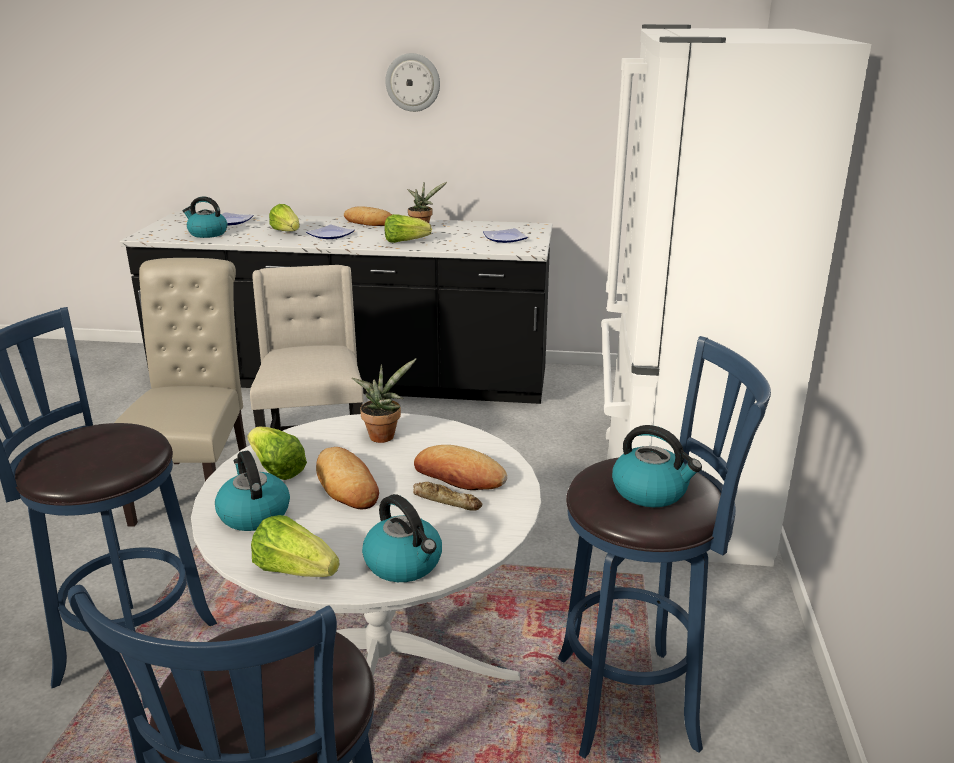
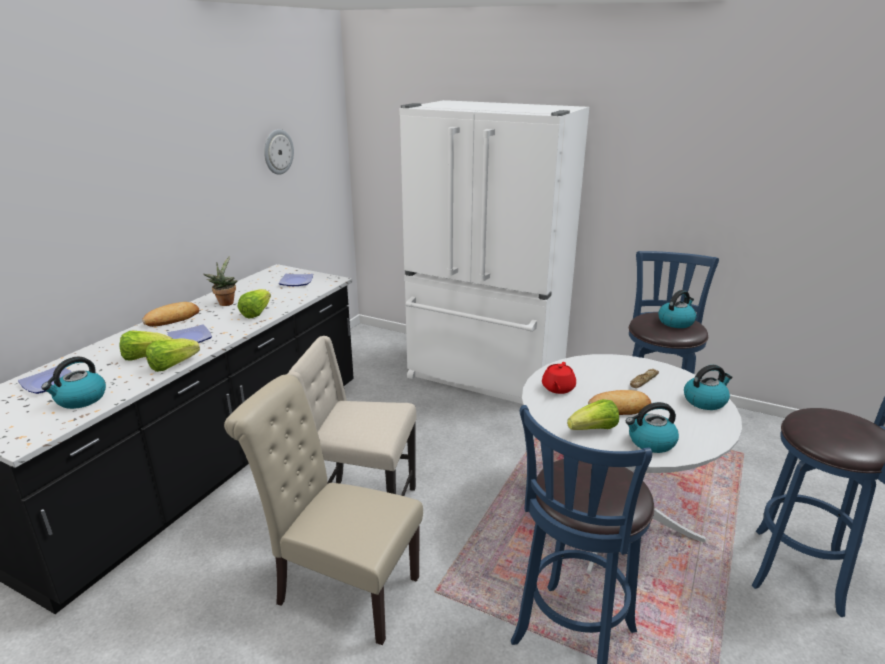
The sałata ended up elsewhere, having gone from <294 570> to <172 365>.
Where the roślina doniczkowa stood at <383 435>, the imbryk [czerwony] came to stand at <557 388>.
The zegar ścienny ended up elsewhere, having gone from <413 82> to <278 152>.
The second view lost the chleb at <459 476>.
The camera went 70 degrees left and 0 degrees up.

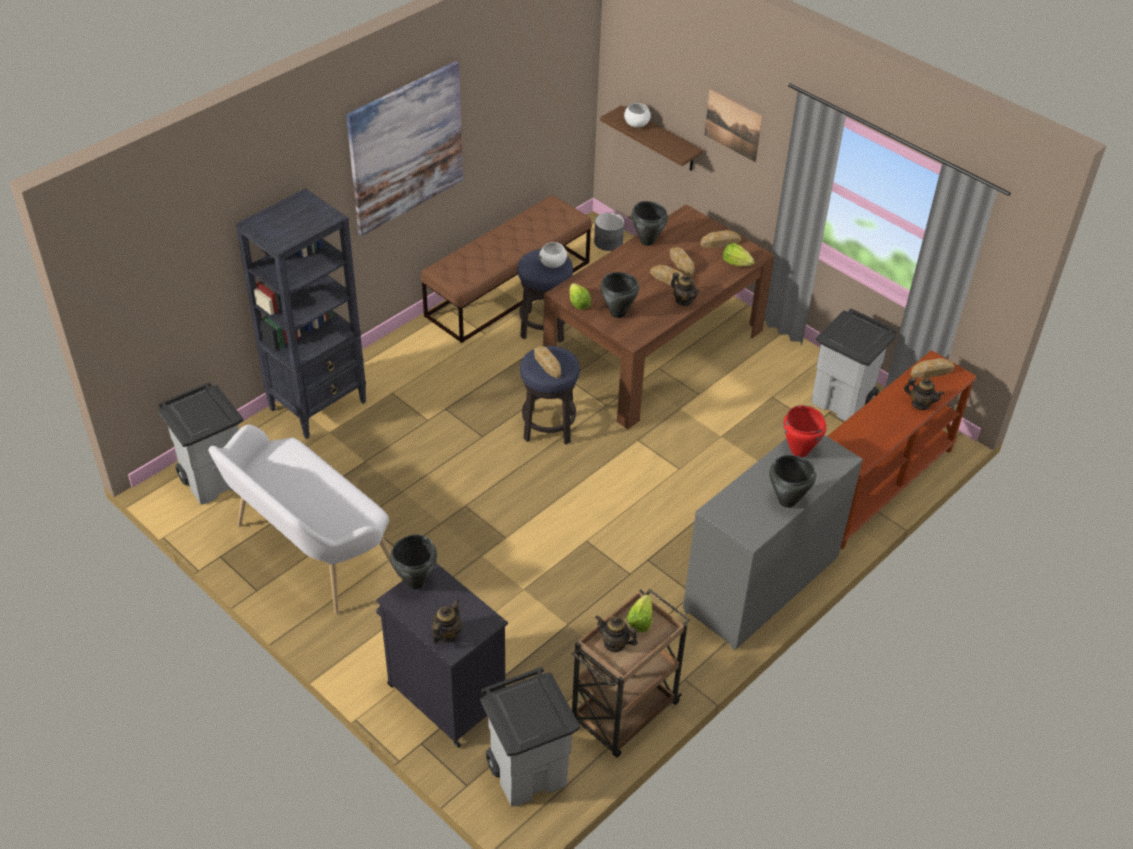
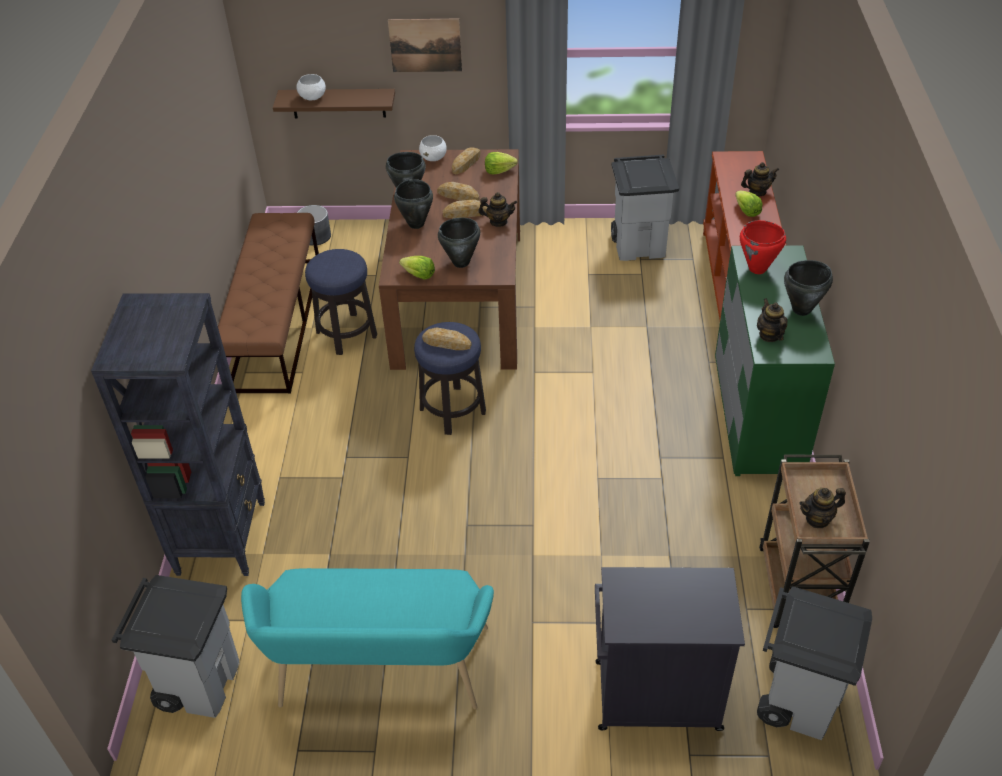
What was the ławka [biały] at <308 552> turned into the ławka [turkusowy] at <380 675>.
The second view lost the obraz at <406 148>.
The garnek [czarny] ended up elsewhere, having gone from <415 582> to <416 224>.
The imbryk ended up elsewhere, having gone from <446 634> to <769 335>.
The miska [biały] ended up elsewhere, having gone from <553 264> to <434 158>.
The sałata ended up elsewhere, having gone from <640 621> to <746 211>.
What was the komoda [szary] at <761 584> turned into the komoda [zielony] at <757 414>.
The second view lost the chleb at <932 371>.
The camera went 40 degrees left and 0 degrees up.

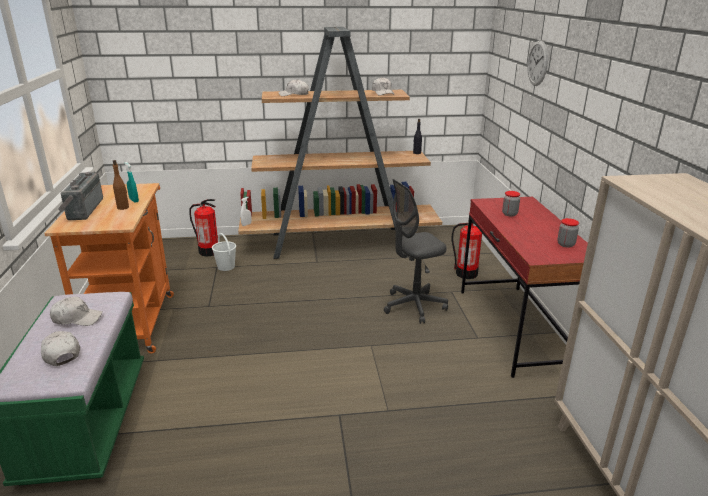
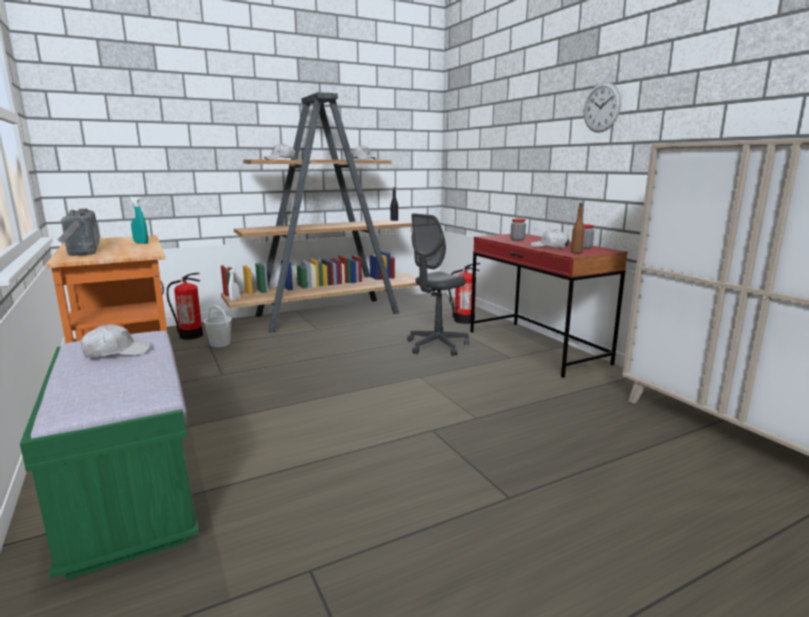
The czapka z daszkiem [biały] ended up elsewhere, having gone from <60 353> to <550 247>.
The butelka [brązowy] ended up elsewhere, having gone from <123 207> to <576 252>.
The zegar ścienny ended up elsewhere, having gone from <537 63> to <601 107>.
The camera went 20 degrees left and 10 degrees down.

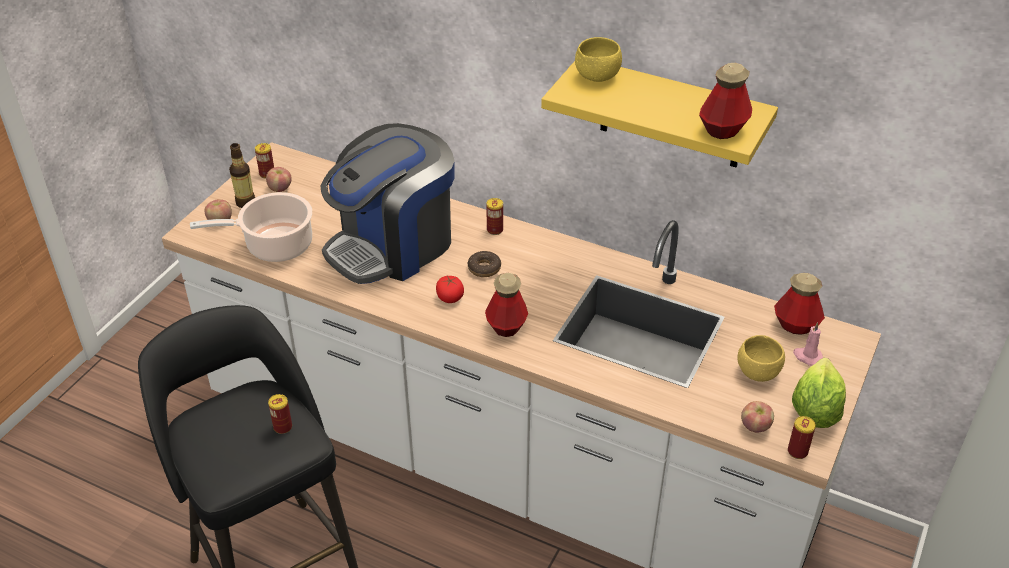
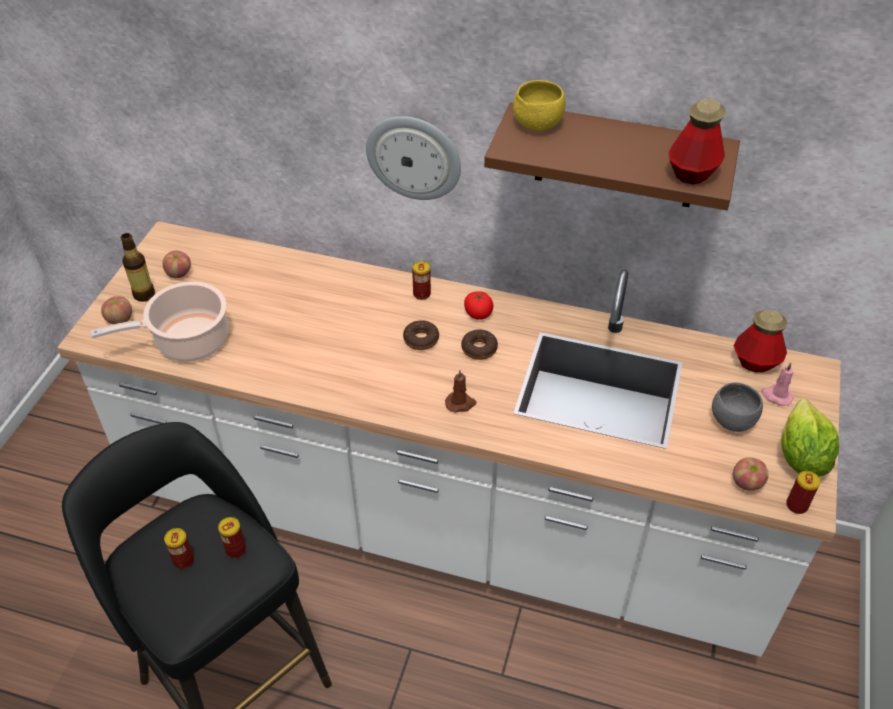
The puszka ended up elsewhere, having gone from <267 174> to <183 560>.
The second view lost the ekspres do kawy at <393 245>.
The pomidor ended up elsewhere, having gone from <450 297> to <478 313>.
Where the butelka stood at <506 326>, the świeca [brązowy] came to stand at <460 403>.
What was the półka [żółty] at <671 114> turned into the półka [brązowy] at <616 157>.
What was the miska [żółty] at <757 372> turned into the miska [szary] at <732 420>.
The second view gained the zegar ścienny at <414 157>.
The second view gained the donut at <479 348>.
The camera went 10 degrees left and 5 degrees up.

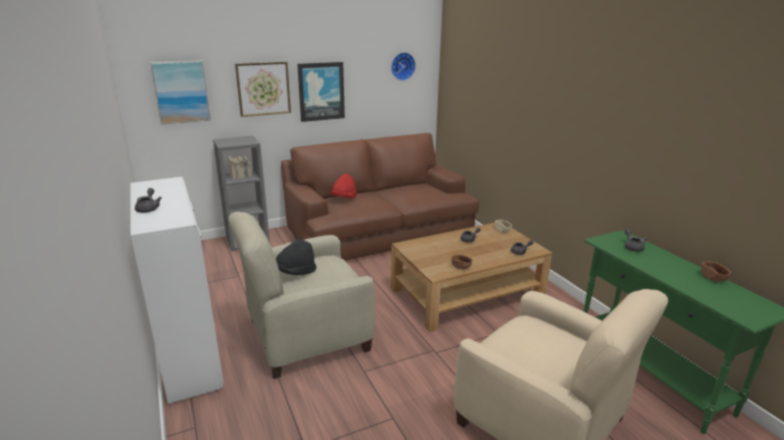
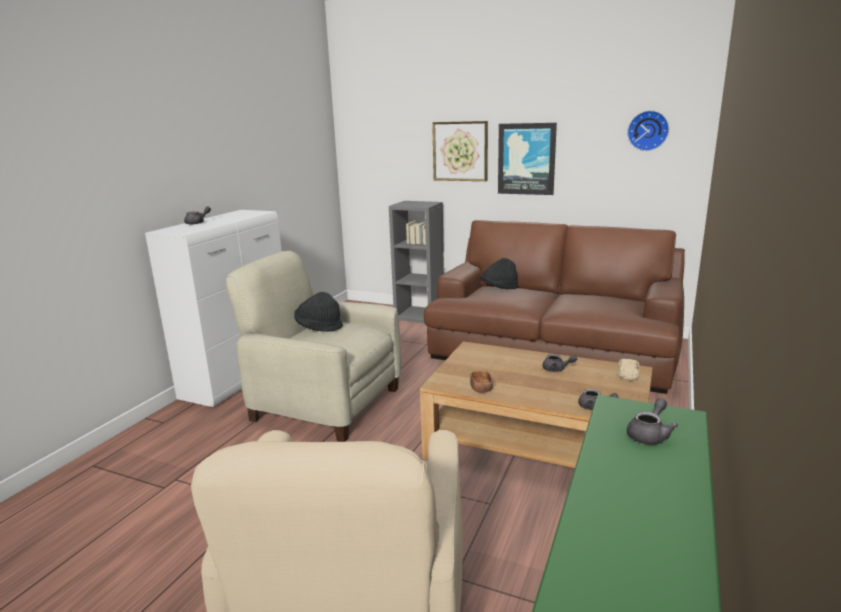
The second view lost the obraz at <181 92>.
What was the kapelusz [czerwony] at <344 198> turned into the kapelusz [czarny] at <499 288>.
The second view lost the miska [brązowy] at <713 278>.
The camera went 50 degrees right and 5 degrees down.

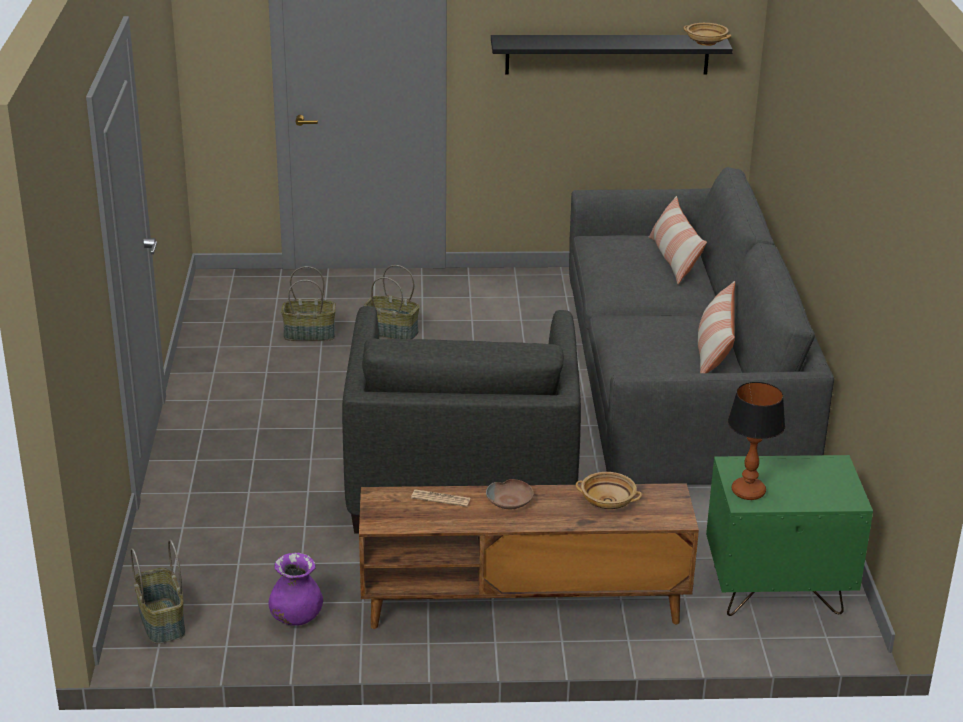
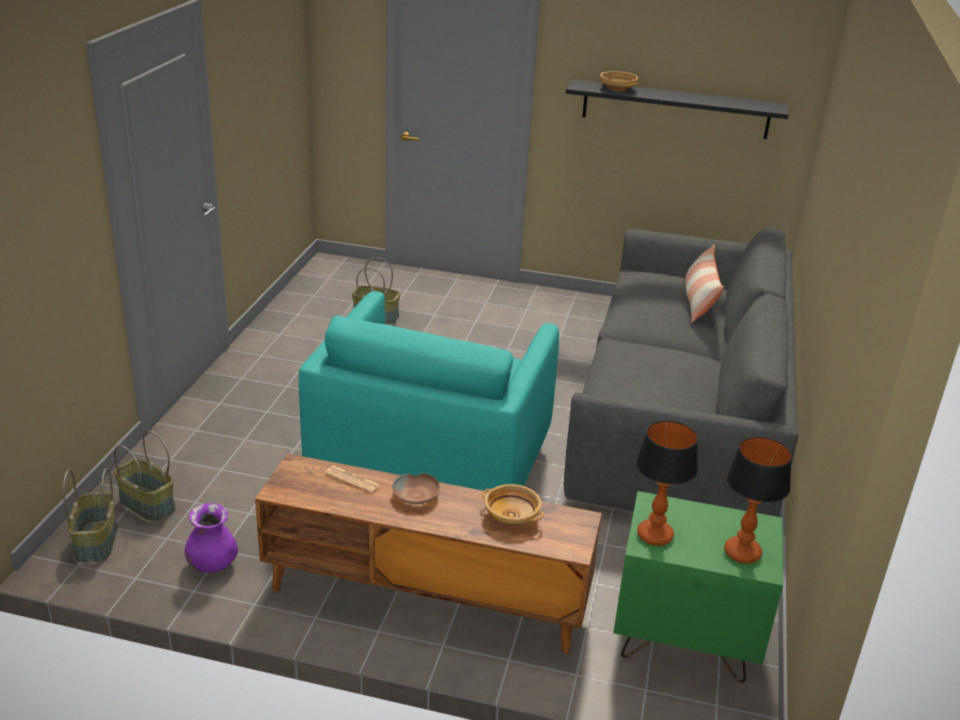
What was the fotel [szary] at <461 483> turned into the fotel [turkusowy] at <431 468>.
The koszyk ended up elsewhere, having gone from <391 332> to <146 505>.
The miska [beżowy] ended up elsewhere, having gone from <705 42> to <617 88>.
The second view lost the poduszka at <714 350>.
The second view gained the lampa stołowa at <742 552>.
The camera went 15 degrees right and 0 degrees up.

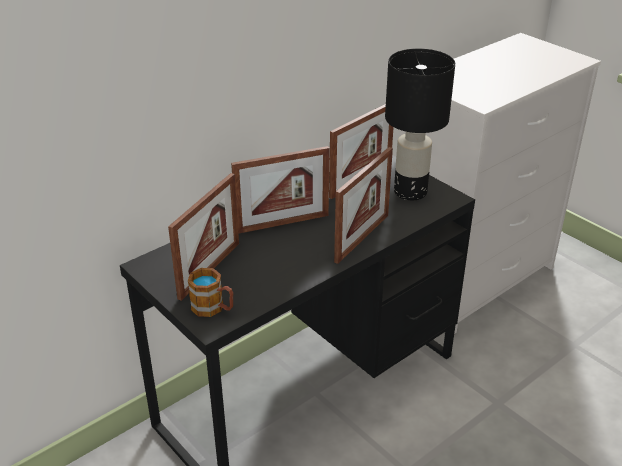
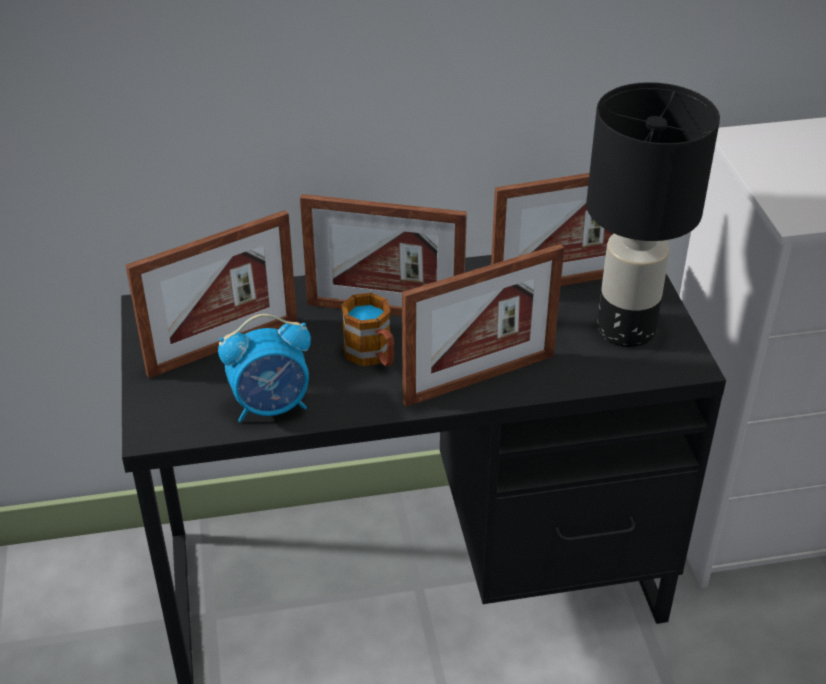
The kubek ended up elsewhere, having gone from <213 308> to <373 356>.
The second view gained the budzik at <272 406>.
The camera went 30 degrees right and 5 degrees up.

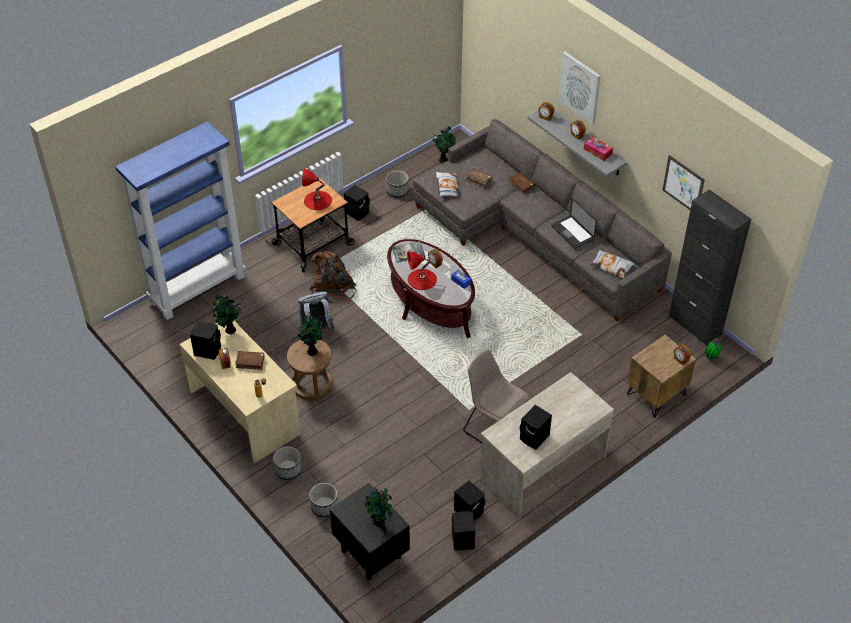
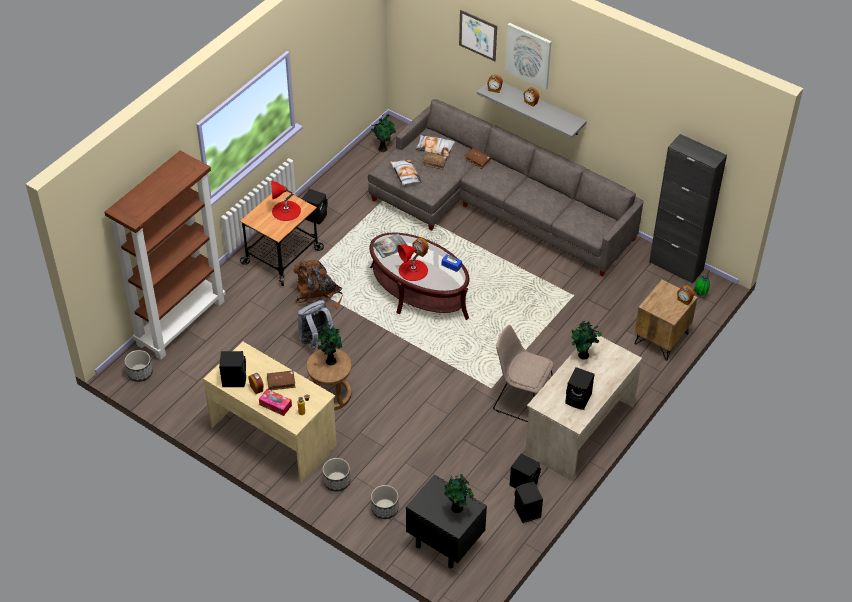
What was the regał [niebieski] at <198 288> turned into the regał [brązowy] at <181 322>.
The roślina doniczkowa ended up elsewhere, having gone from <229 330> to <583 356>.
The donica ended up elsewhere, having gone from <397 191> to <140 373>.
The second view lost the laptop at <572 232>.
The pudełko chusteczek ended up elsewhere, having gone from <597 151> to <275 405>.
The poduszka ended up elsewhere, having gone from <612 266> to <435 147>.
The obraz ended up elsewhere, having gone from <683 184> to <478 35>.
The camera went 15 degrees left and 0 degrees up.

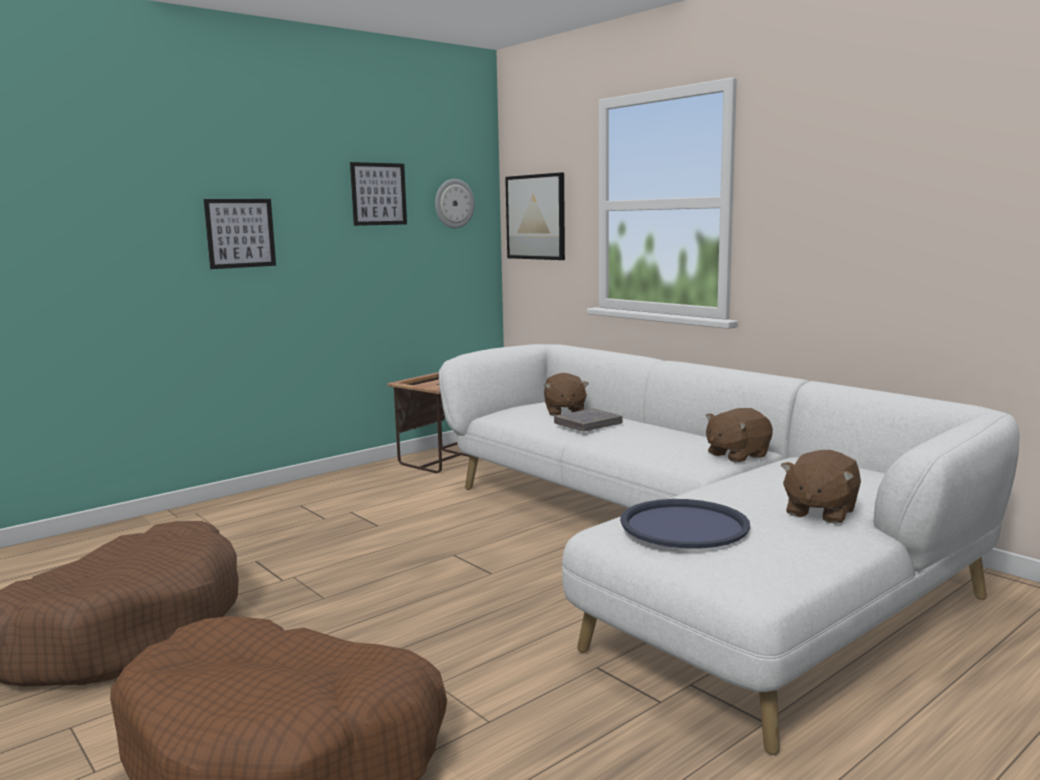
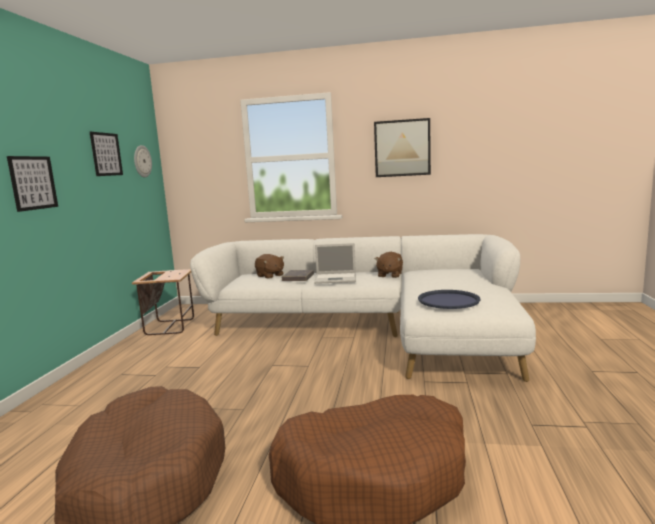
The obraz ended up elsewhere, having gone from <536 217> to <402 148>.
The second view lost the pluszak [brązowy] at <819 512>.
The second view gained the laptop at <336 278>.
The camera went 40 degrees left and 0 degrees up.

